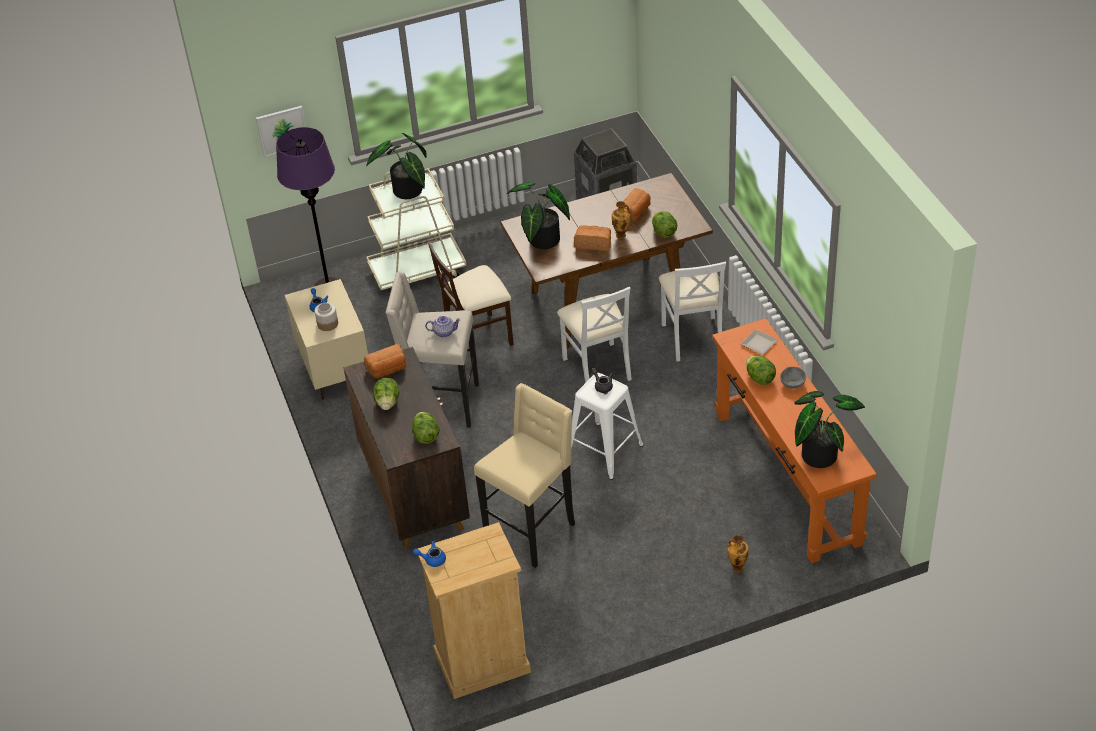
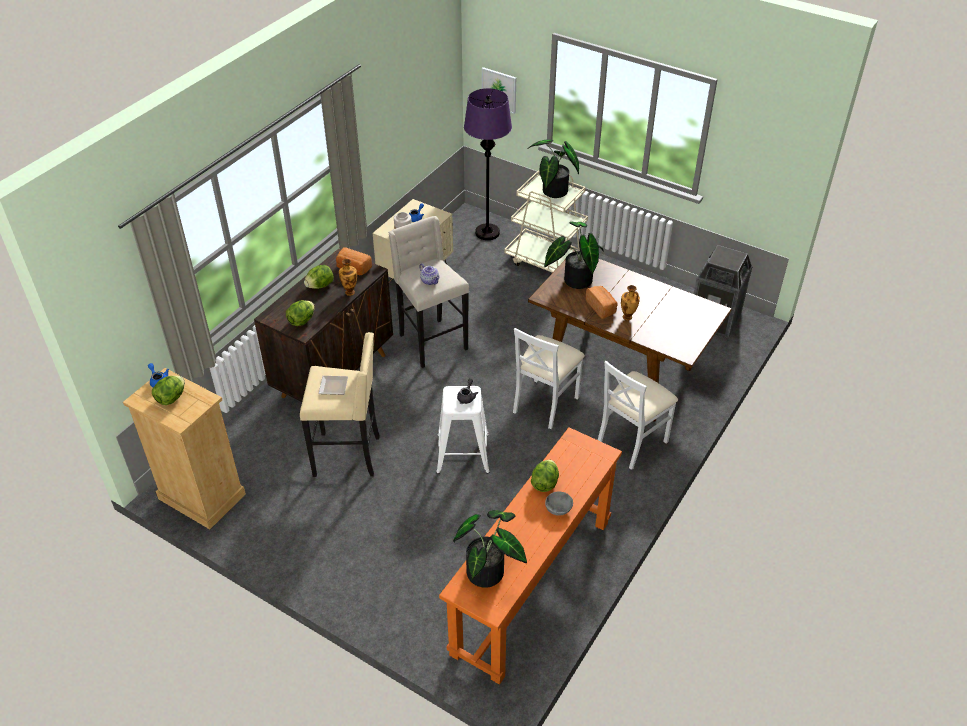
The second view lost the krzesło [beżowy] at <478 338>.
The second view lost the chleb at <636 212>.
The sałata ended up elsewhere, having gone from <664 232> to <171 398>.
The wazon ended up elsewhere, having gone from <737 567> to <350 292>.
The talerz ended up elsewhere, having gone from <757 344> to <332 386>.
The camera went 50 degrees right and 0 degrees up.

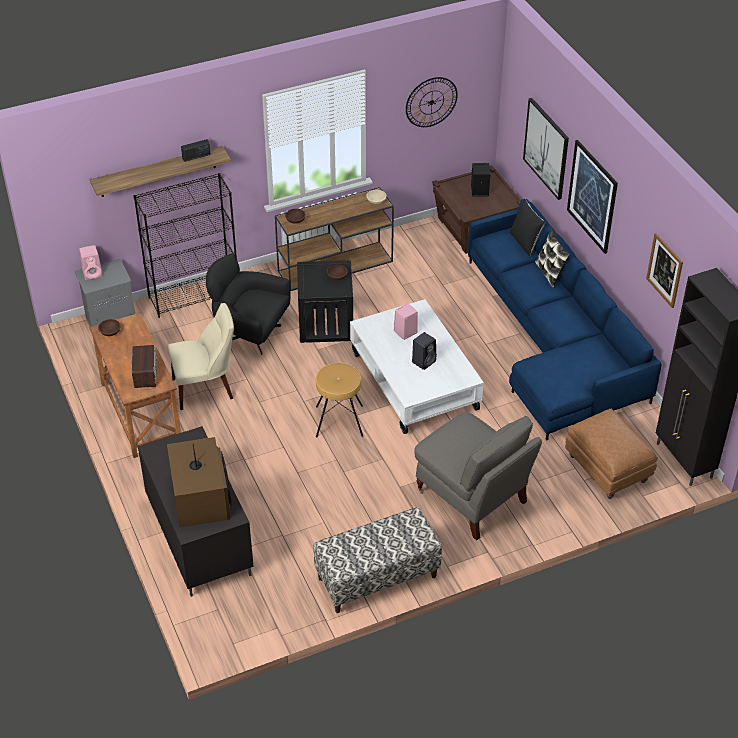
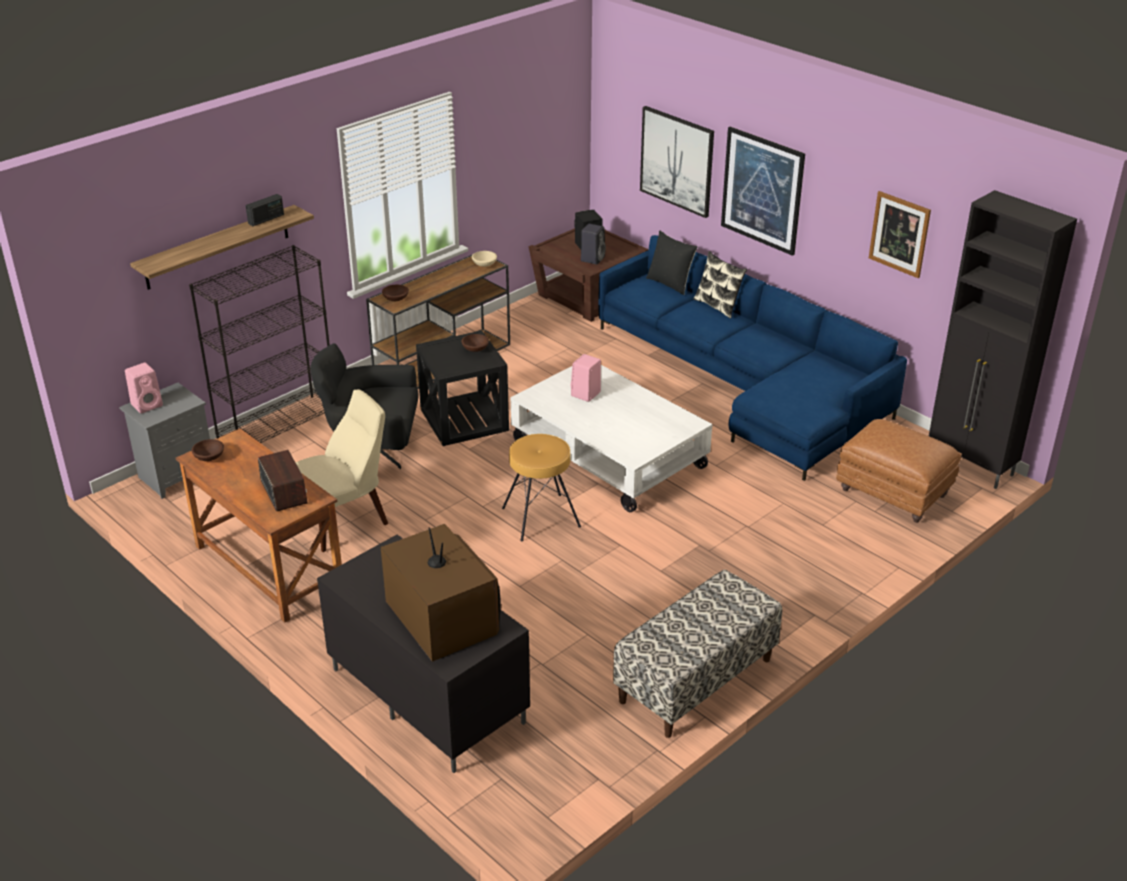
The second view lost the zegar ścienny at <431 102>.
The głośnik [czarny] ended up elsewhere, having gone from <424 361> to <592 258>.
The second view lost the fotel [szary] at <472 498>.
The camera went 20 degrees left and 10 degrees down.

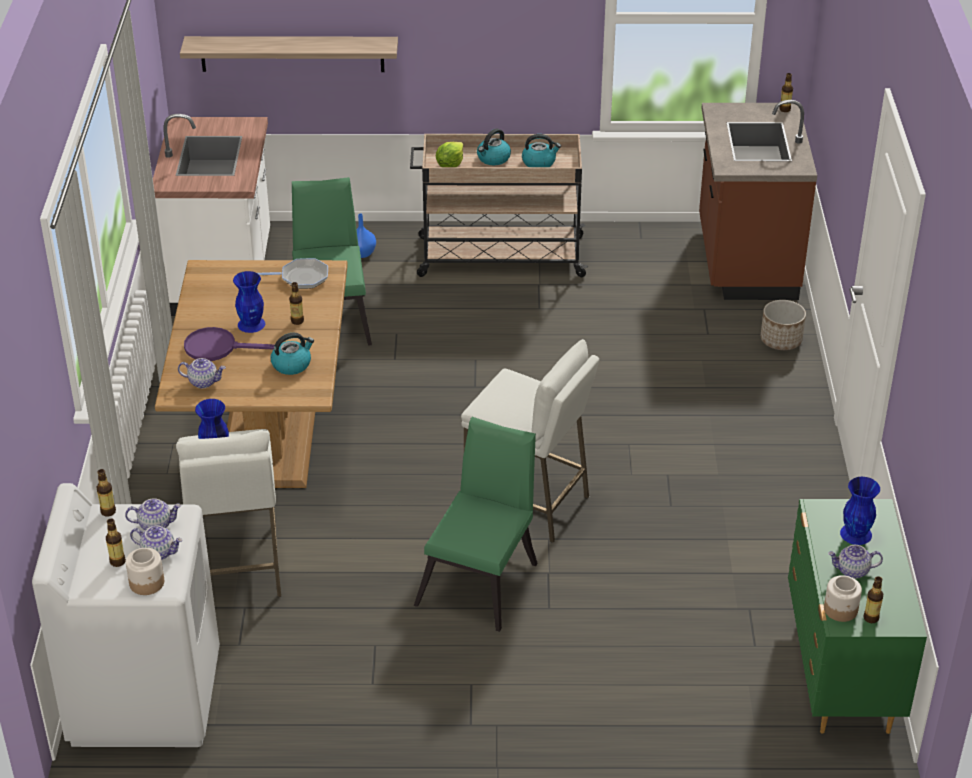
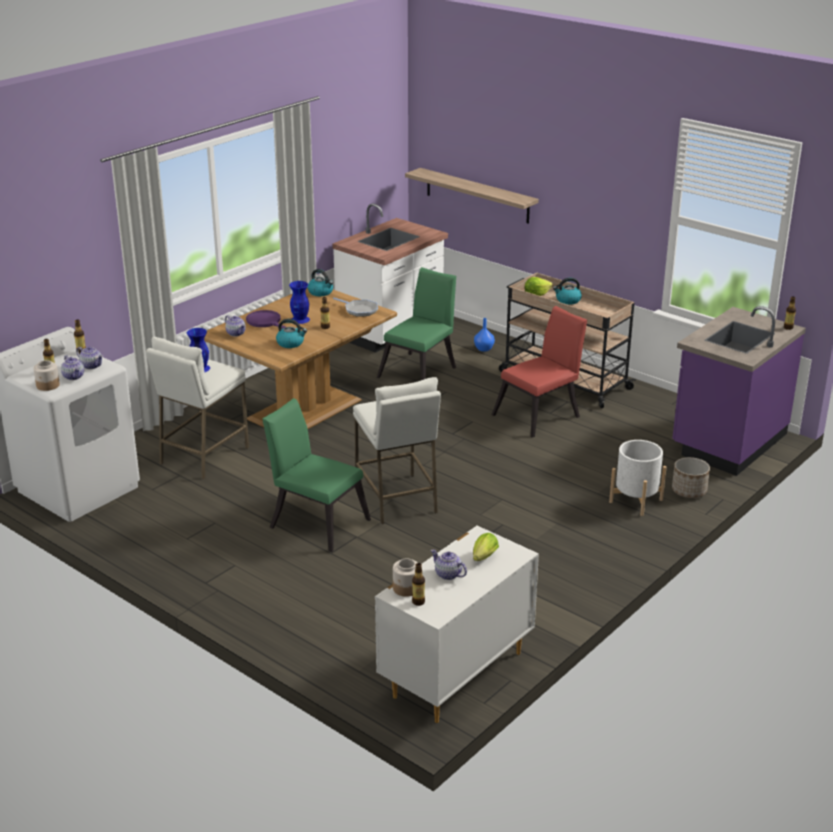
The krzesło [zielony] at <482 579> ended up facing another way, 120 degrees counterclockwise from before.
The czajnik ended up elsewhere, having gone from <539 162> to <321 292>.
What was the zabudowa kuchenna [brązowy] at <744 261> turned into the zabudowa kuchenna [fioletowy] at <727 441>.
What was the komoda [zielony] at <841 672> turned into the komoda [biały] at <455 675>.
Where the wazon [niebieski] stood at <856 533>, the sałata came to stand at <483 558>.
The second view gained the krzesło [czerwony] at <540 414>.
The second view gained the donica [biały] at <636 501>.
The camera went 40 degrees right and 10 degrees down.

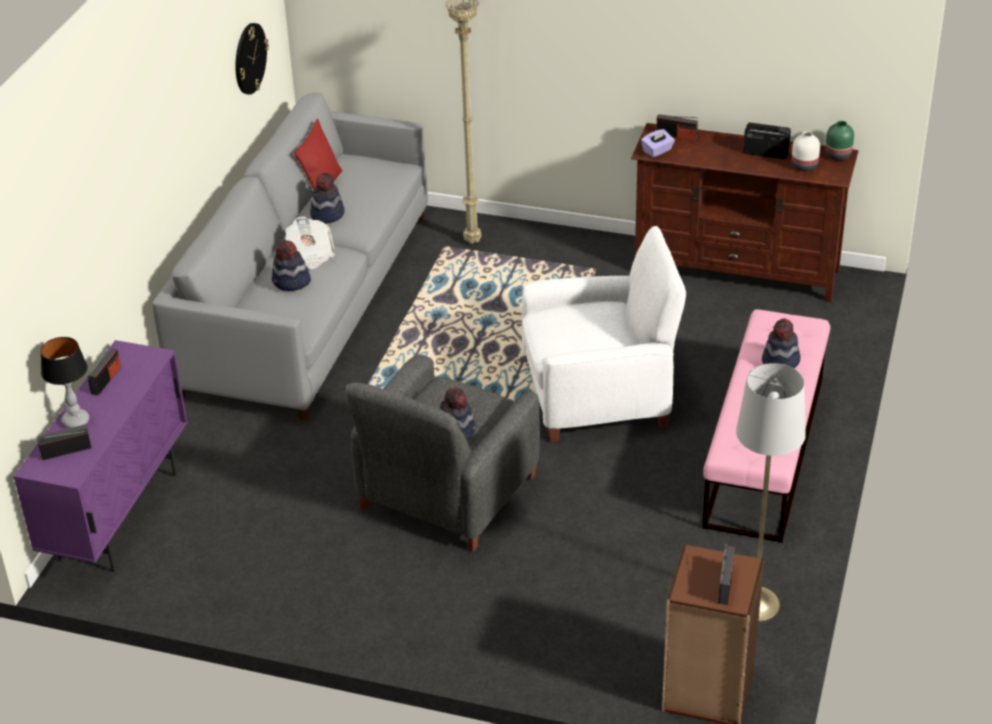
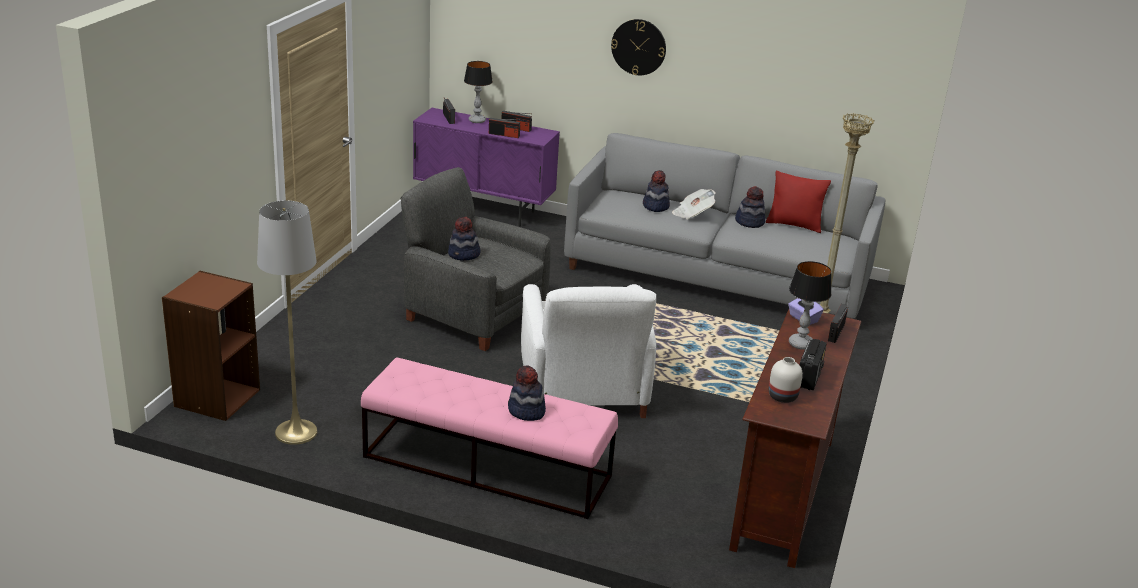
The zegar ścienny ended up elsewhere, having gone from <249 58> to <638 47>.
The radio ended up elsewhere, having gone from <725 584> to <504 135>.
The second view lost the wazon [zielony] at <839 155>.
The second view gained the lampa stołowa at <801 344>.
The camera went 90 degrees right and 10 degrees down.

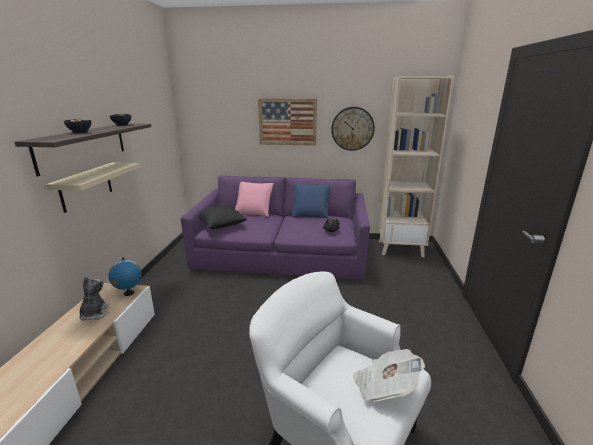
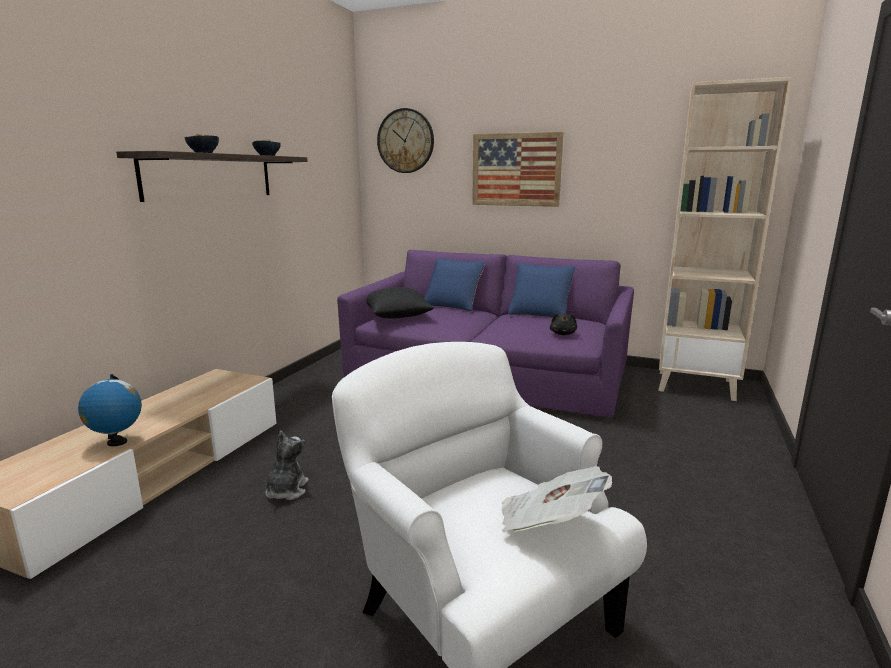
The second view lost the półka [beżowy] at <86 186>.
The pluszak ended up elsewhere, having gone from <94 314> to <286 491>.
The globus ended up elsewhere, having gone from <129 293> to <117 442>.
What was the poduszka [różowy] at <254 212> turned into the poduszka [niebieski] at <453 305>.
The zegar ścienny ended up elsewhere, having gone from <352 128> to <405 141>.
The camera went 15 degrees right and 5 degrees down.

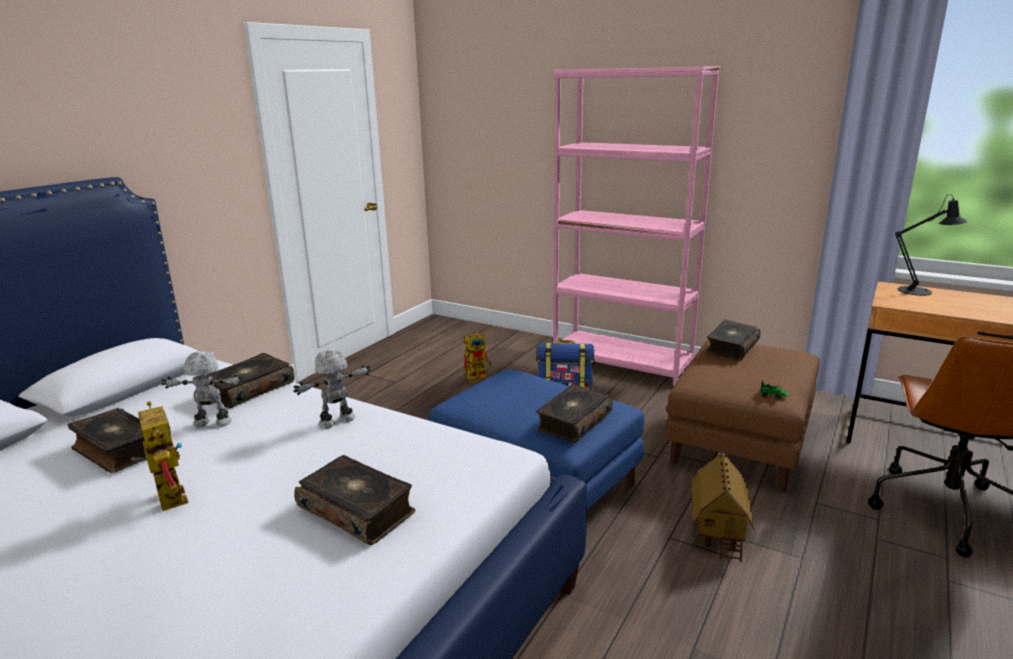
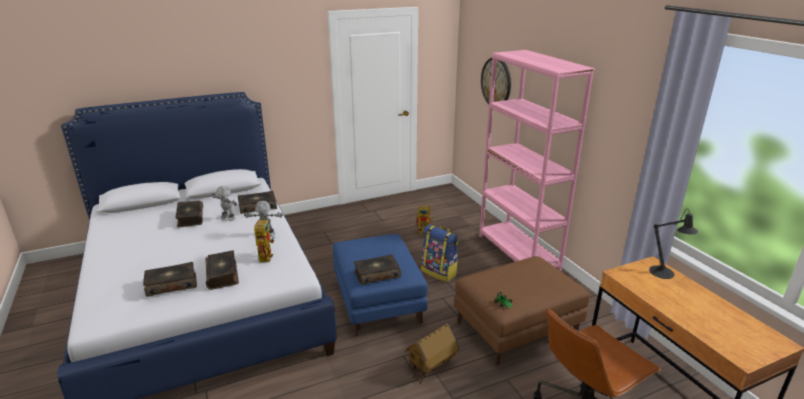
The robot zabawkowy ended up elsewhere, having gone from <166 495> to <265 256>.
The książka ended up elsewhere, having gone from <731 347> to <171 284>.
The second view gained the zegar ścienny at <496 82>.
The camera went 35 degrees right and 5 degrees up.

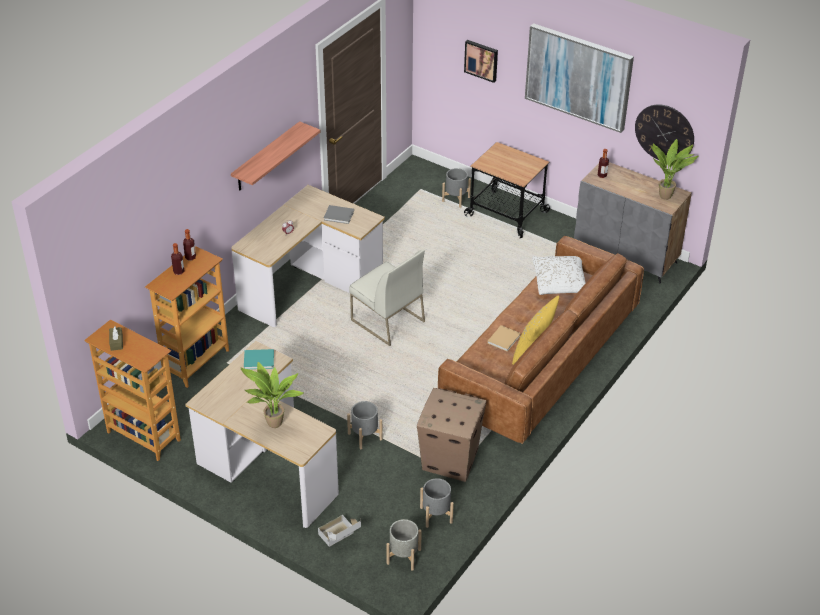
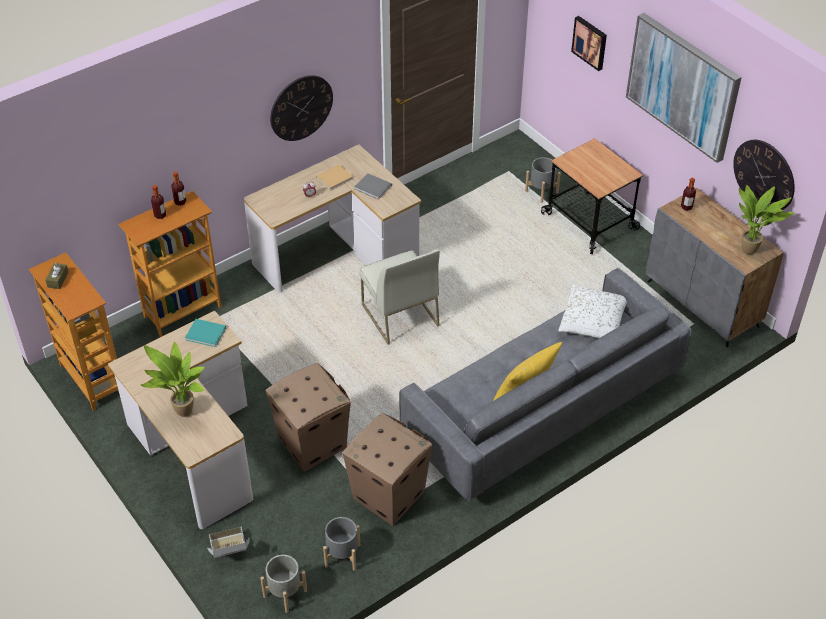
Where the półka hung at <266 157>, the zegar ścienny came to hang at <301 108>.
Where the donica [szary] stood at <365 436>, the karton came to stand at <312 442>.
What was the kanapa [brązowy] at <540 363> turned into the kanapa [szary] at <542 407>.
The książka [beżowy] ended up elsewhere, having gone from <504 339> to <335 178>.
The camera went 20 degrees right and 5 degrees up.

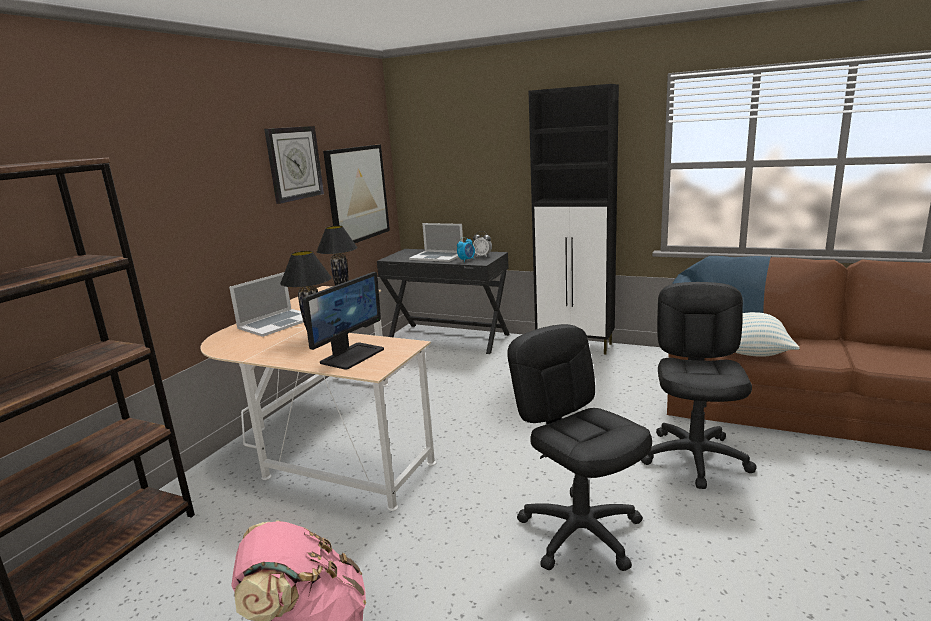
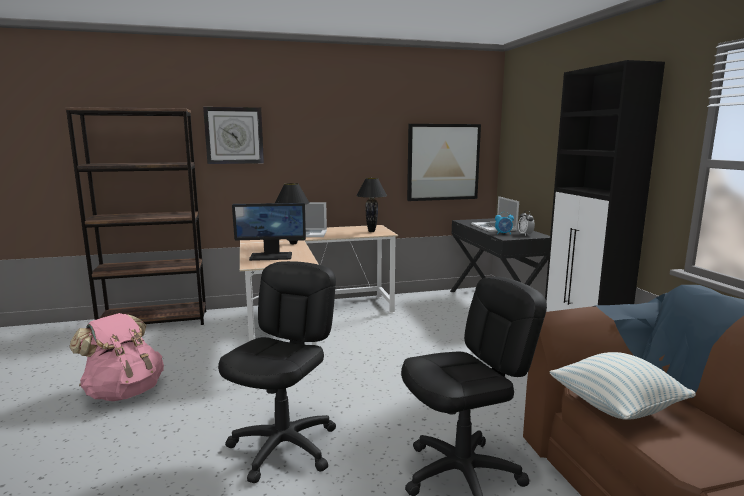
The zegar ścienny ended up elsewhere, having gone from <294 163> to <234 135>.
The camera went 50 degrees right and 5 degrees down.

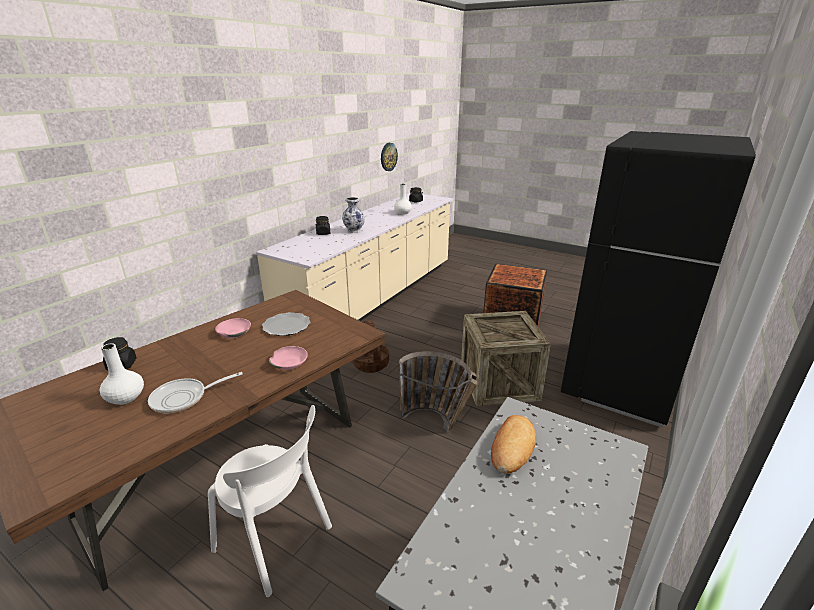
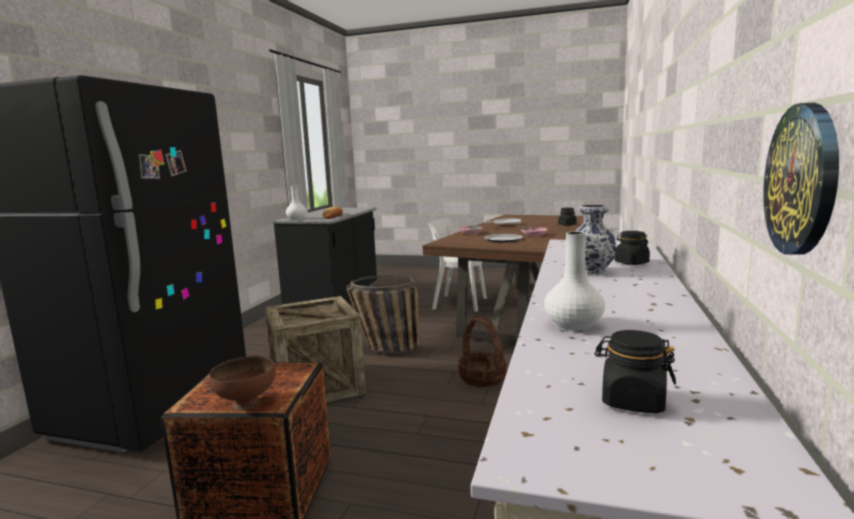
The wazon [biały] ended up elsewhere, having gone from <126 397> to <297 219>.
The second view gained the miska [brązowy] at <247 403>.
The camera went 165 degrees right and 15 degrees down.

